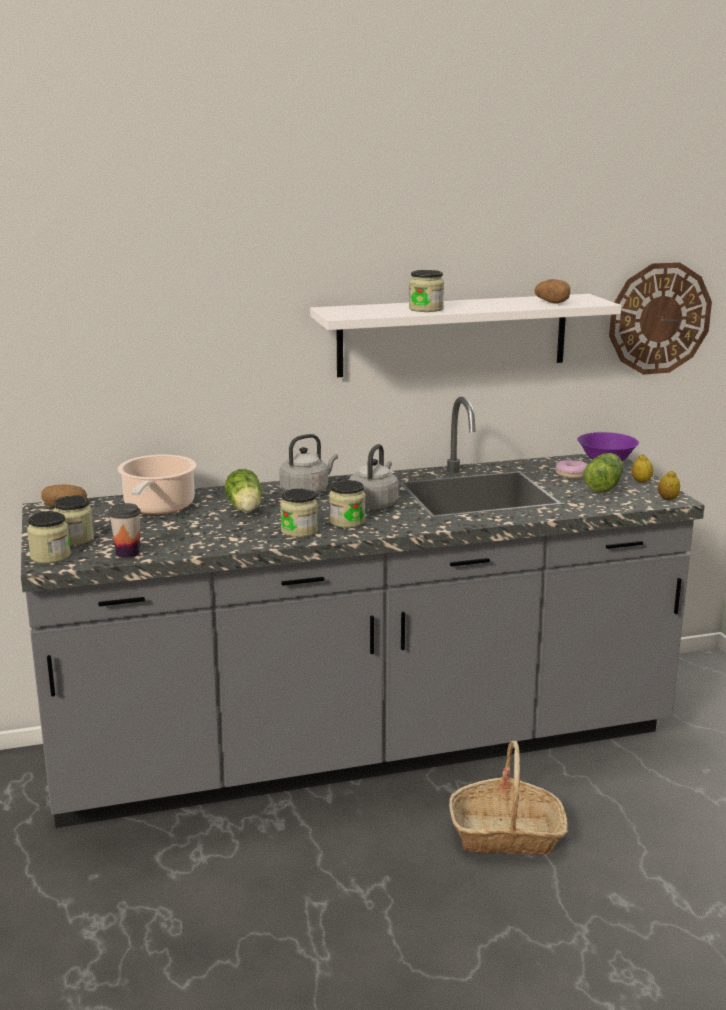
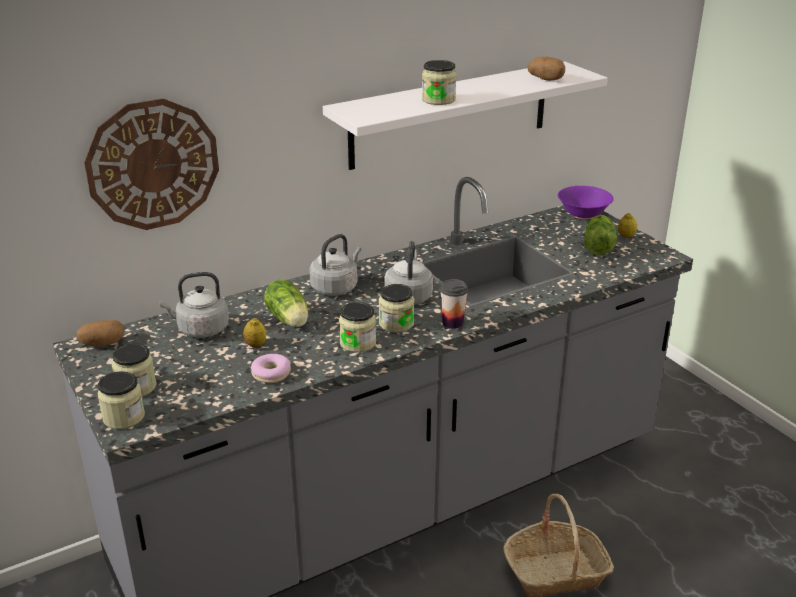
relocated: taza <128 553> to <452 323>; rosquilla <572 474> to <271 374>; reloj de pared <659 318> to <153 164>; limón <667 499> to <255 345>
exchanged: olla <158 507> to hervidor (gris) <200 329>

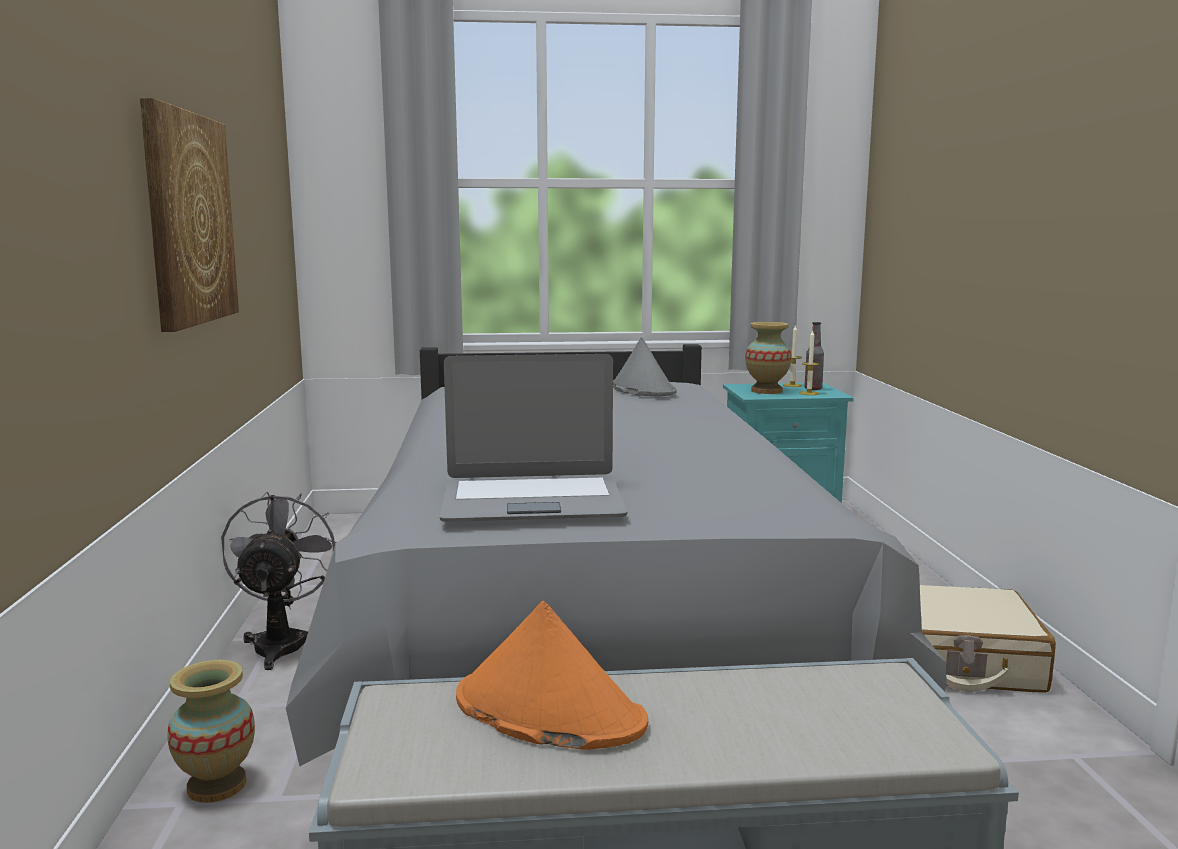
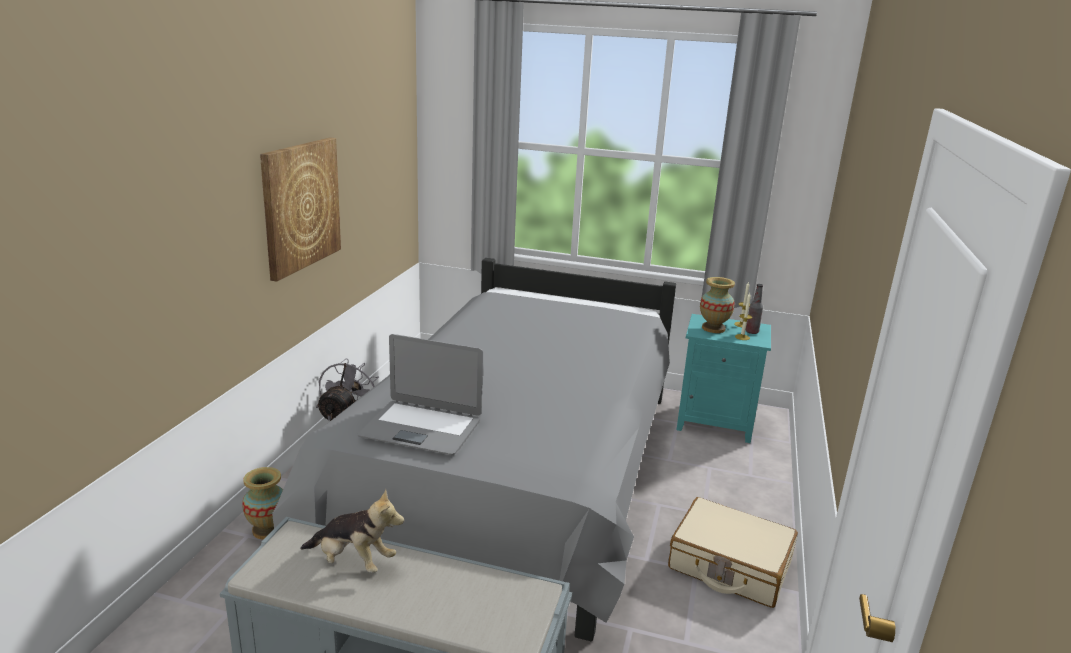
missing: sombrero (gris) <642 390>
exchanged: sombrero (naranja) <547 711> to peluche <353 561>

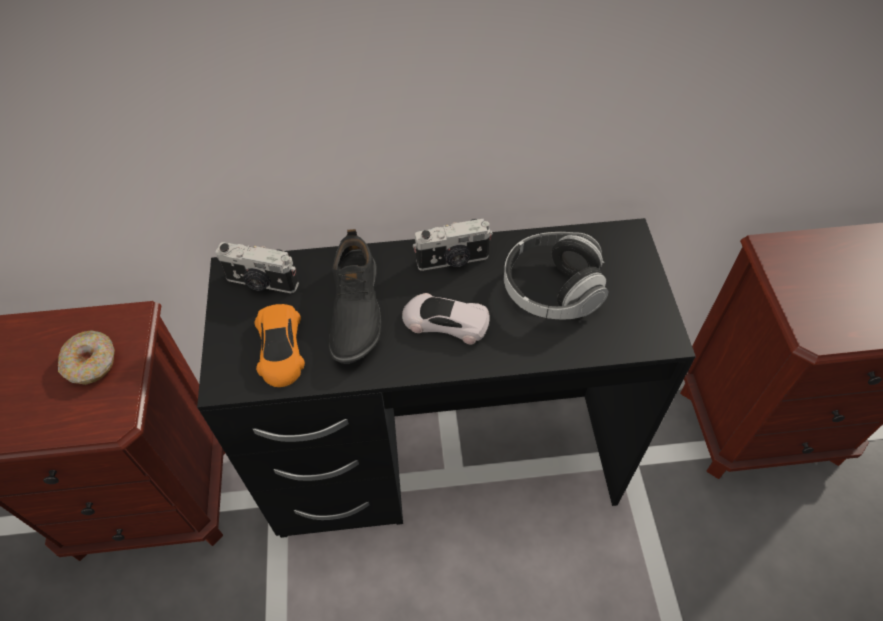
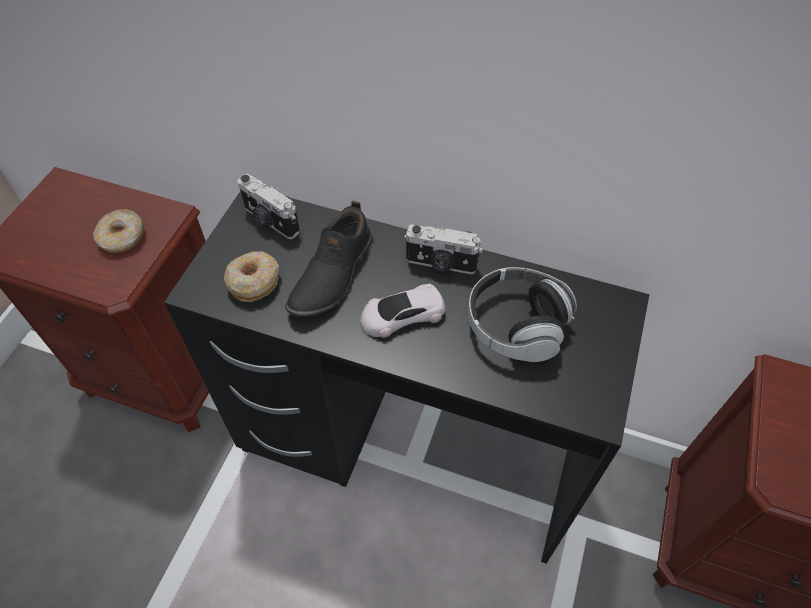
exchanged: coche de juguete (naranja) <280 348> to rosquilla <253 281>
spun: coche de juguete (blanco) <445 322> = <402 315> 60 degrees counterclockwise

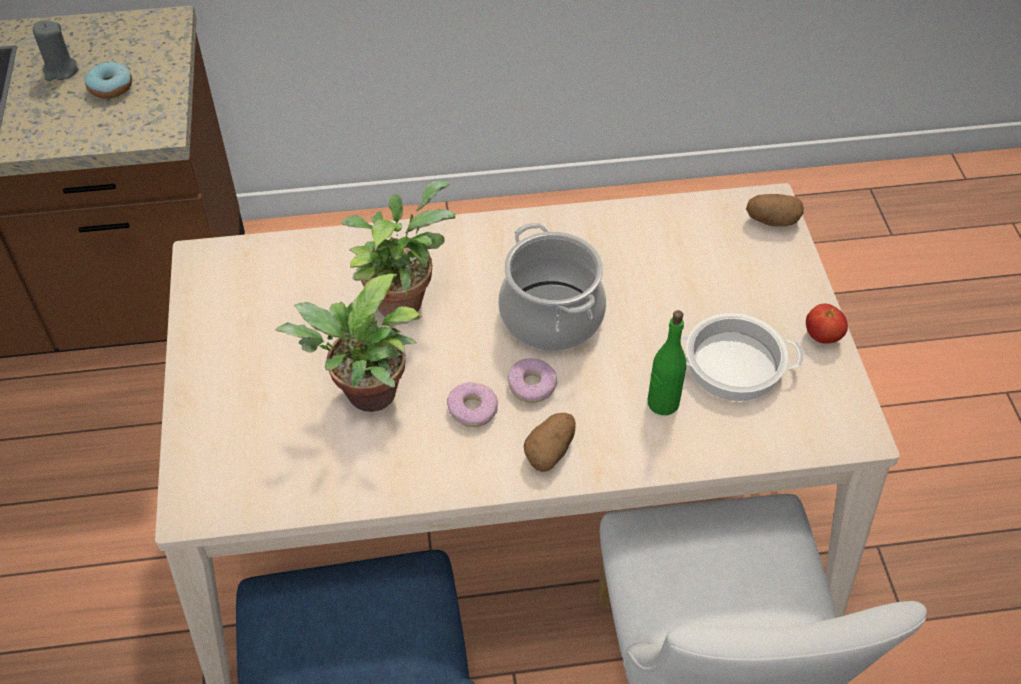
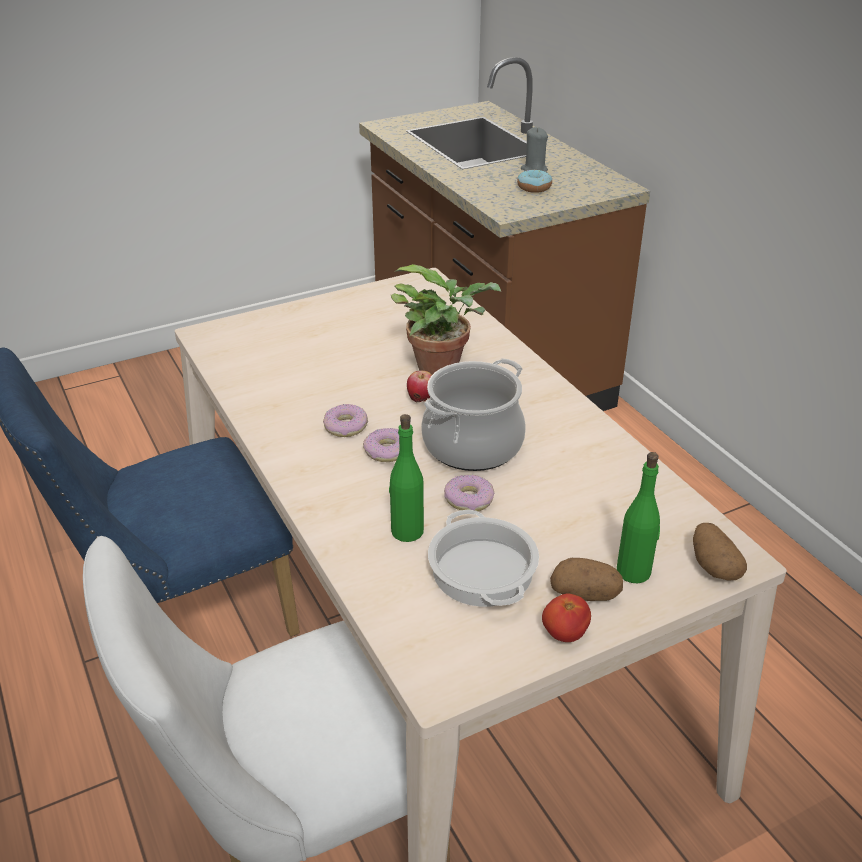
missing: planta en maceta <366 396>
appeared: manzana <421 400>; rosquilla <469 499>; botella (verde) <634 571>
relocated: patata <550 451> to <585 594>

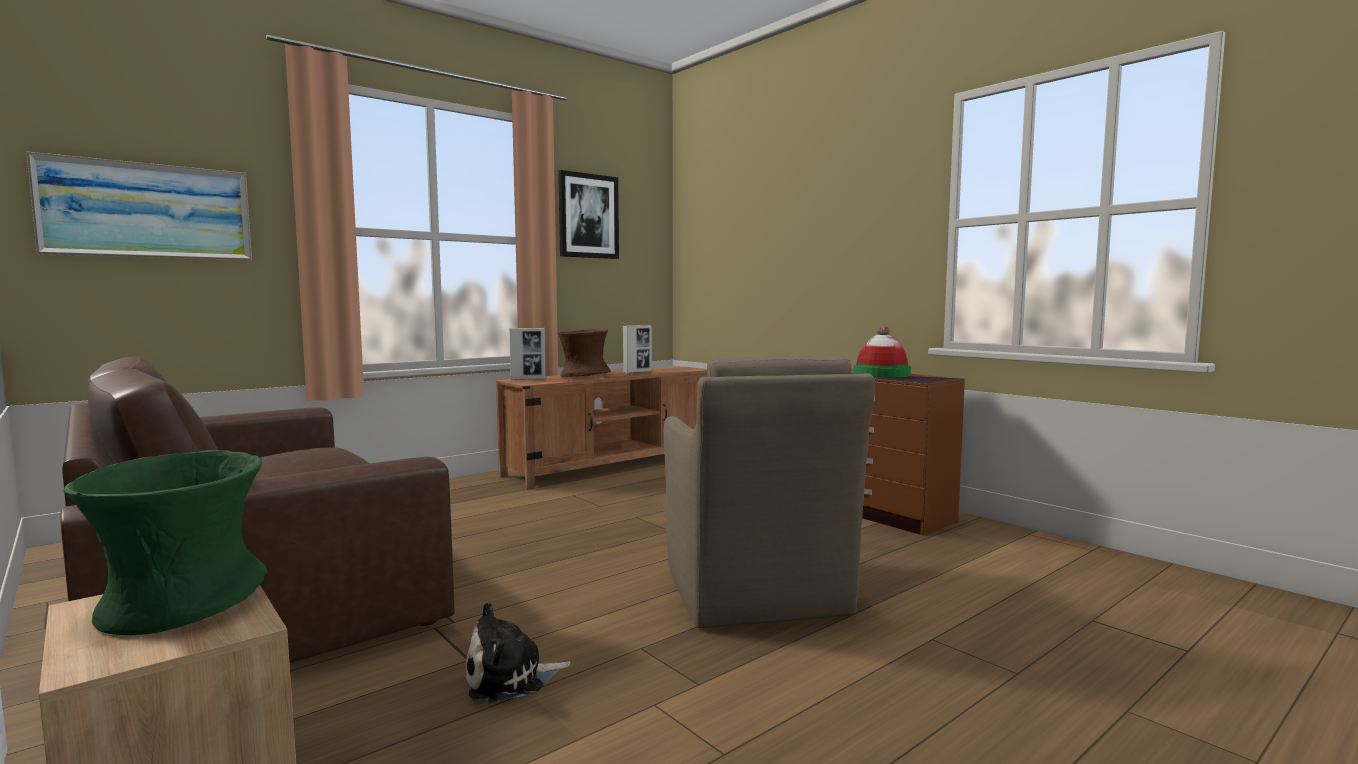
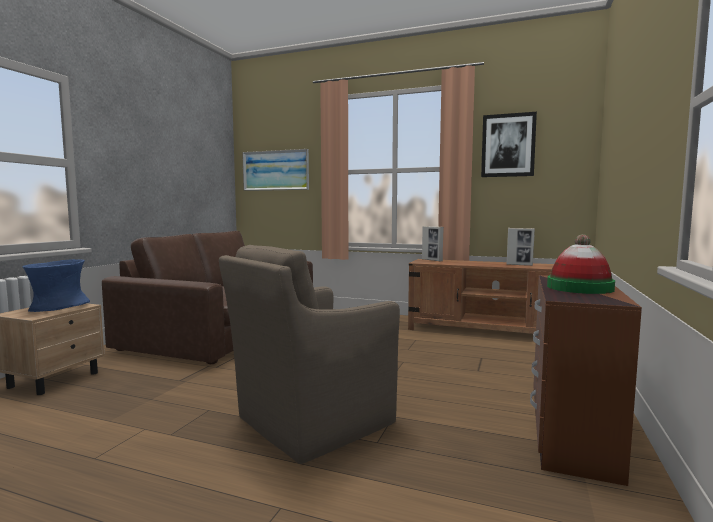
missing: peluche <510 678>; florero (marrón) <584 376>
colour: florero (verde) <180 604> to florero (azul) <59 308>

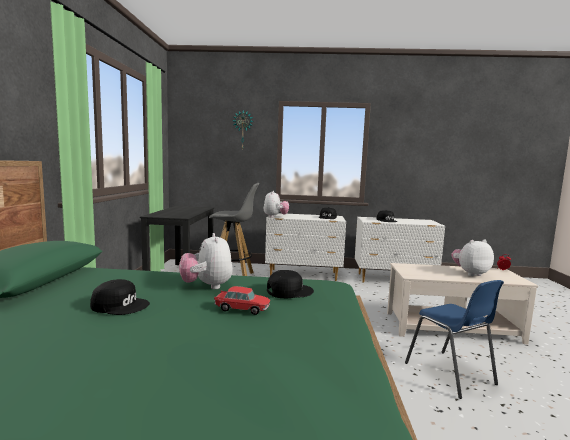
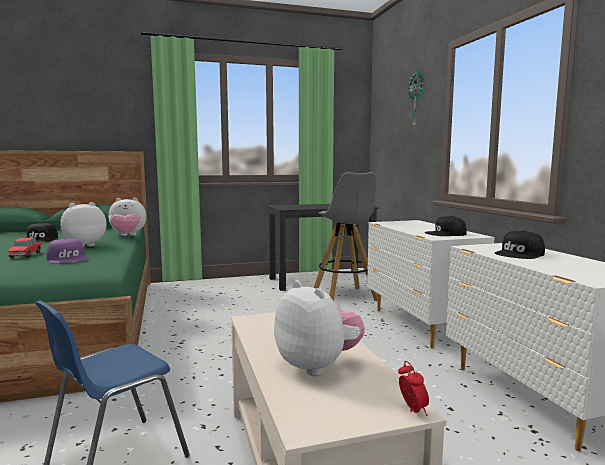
relocated: peluche <275 217> to <128 236>
colour: gorra (negro) <289 291> to gorra (morado) <68 259>

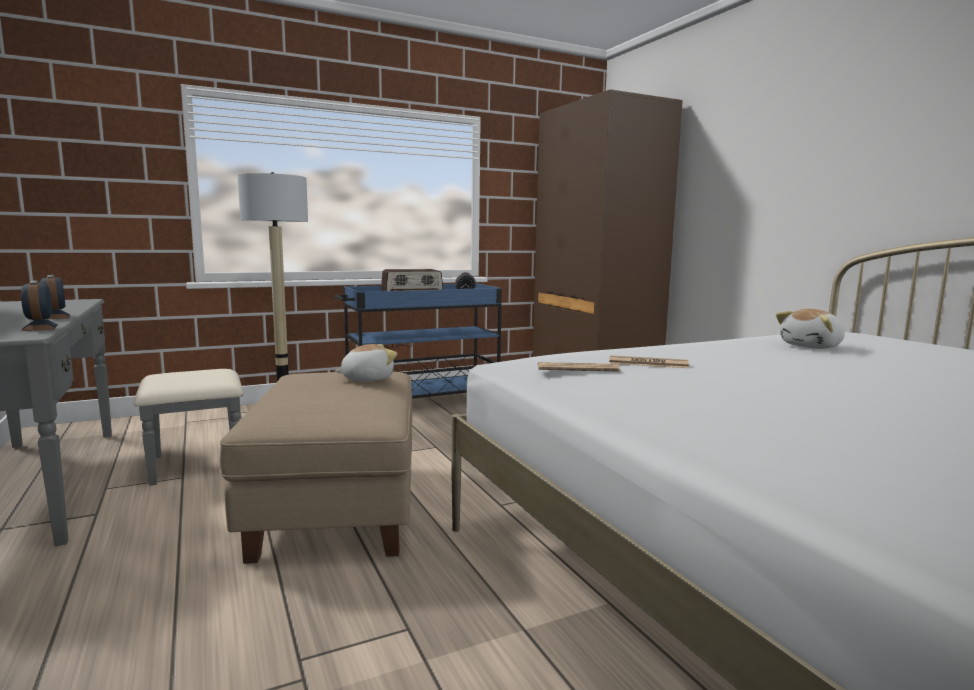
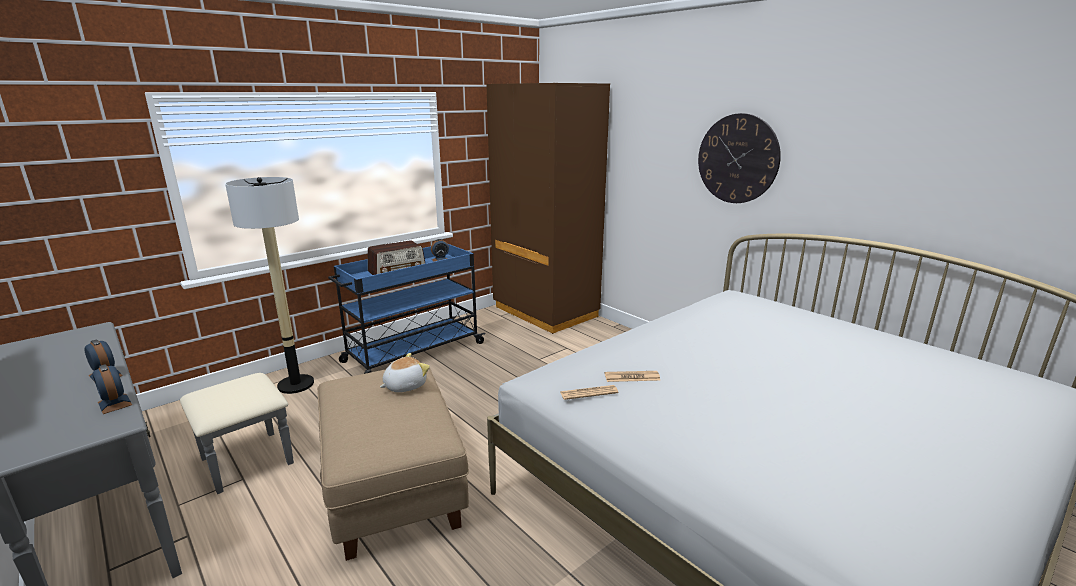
missing: peluche <812 346>
appeared: reloj de pared <737 159>

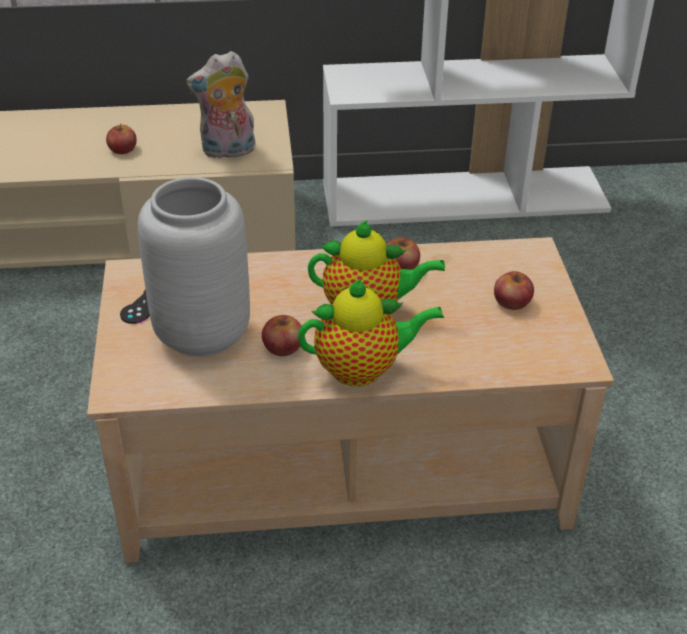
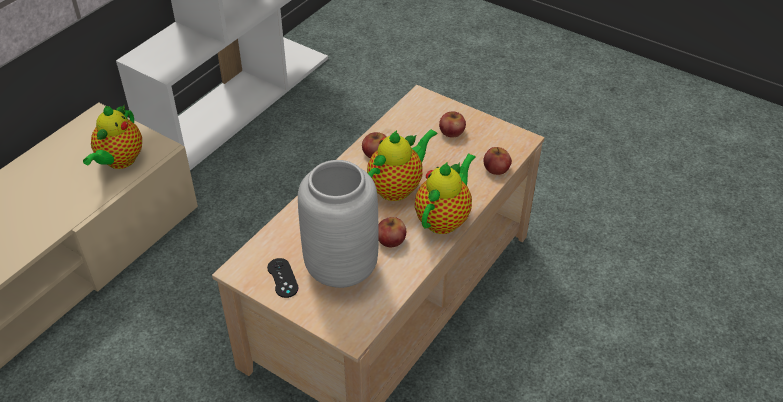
relocated: manzana <122 149> to <496 168>
exchanged: peluche <227 152> to tetera <119 161>

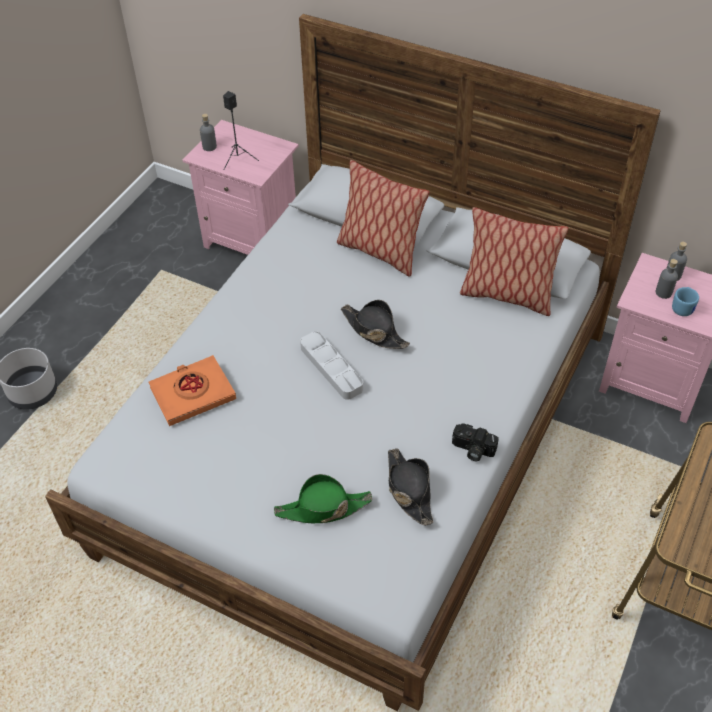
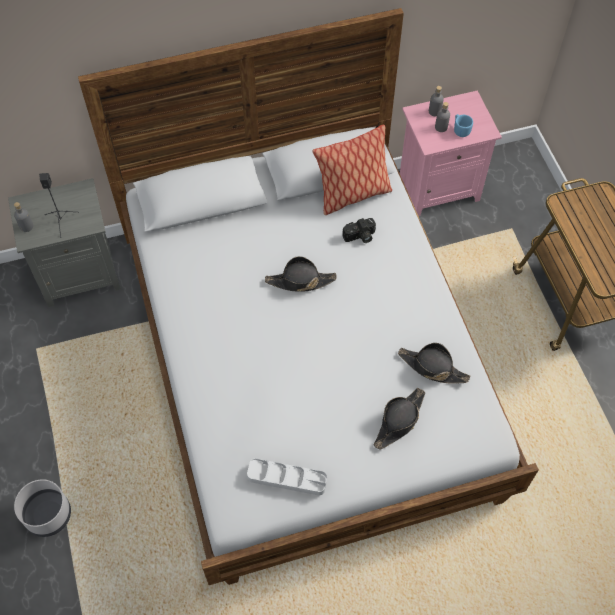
missing: libro (naranja) <193 394>; cojín <379 251>
relocated: bandeja (gris) <331 368> to <287 478>; cámara <472 450> to <360 237>
colour: mesita de noche (rosa) <253 239> to mesita de noche (gris) <80 274>; sombrero (verde) <323 508> to sombrero (negro) <399 421>

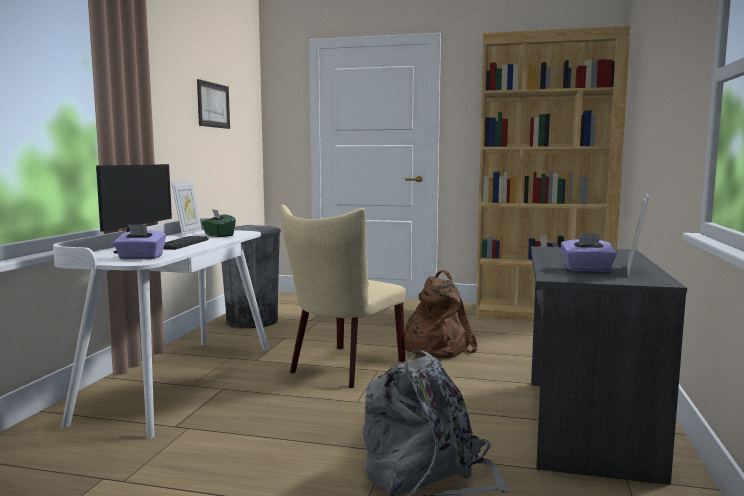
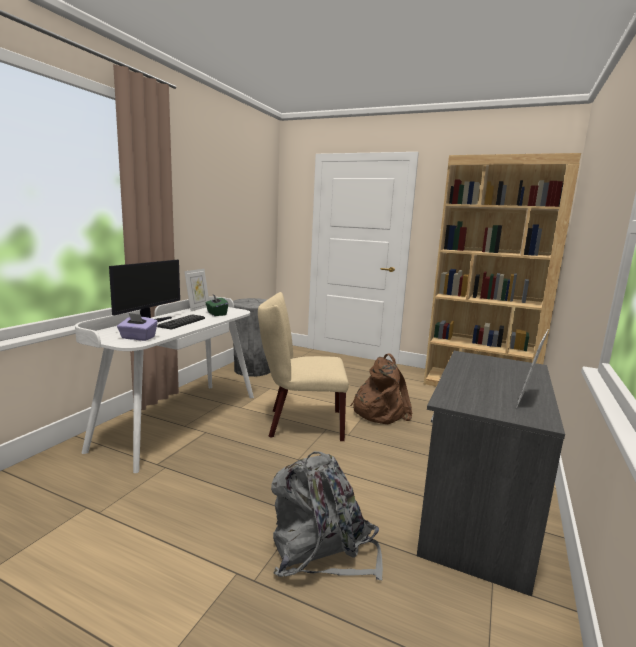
missing: cuadro <213 105>; caja de pañuelos (morado) <587 269>
spun: silla (beis) <342 368> = <300 424> 45 degrees clockwise

